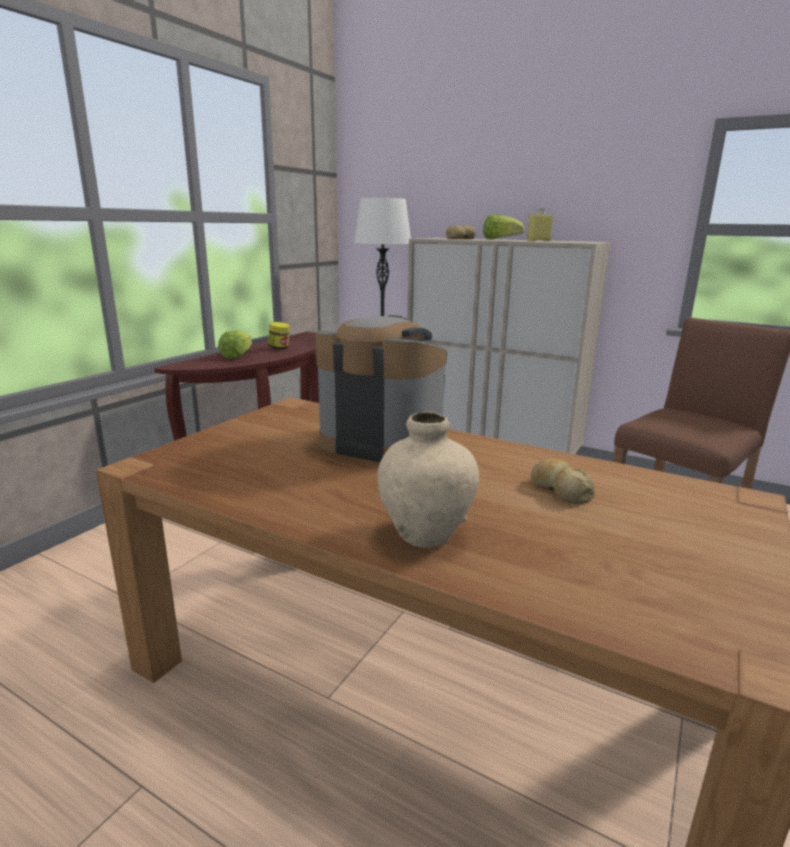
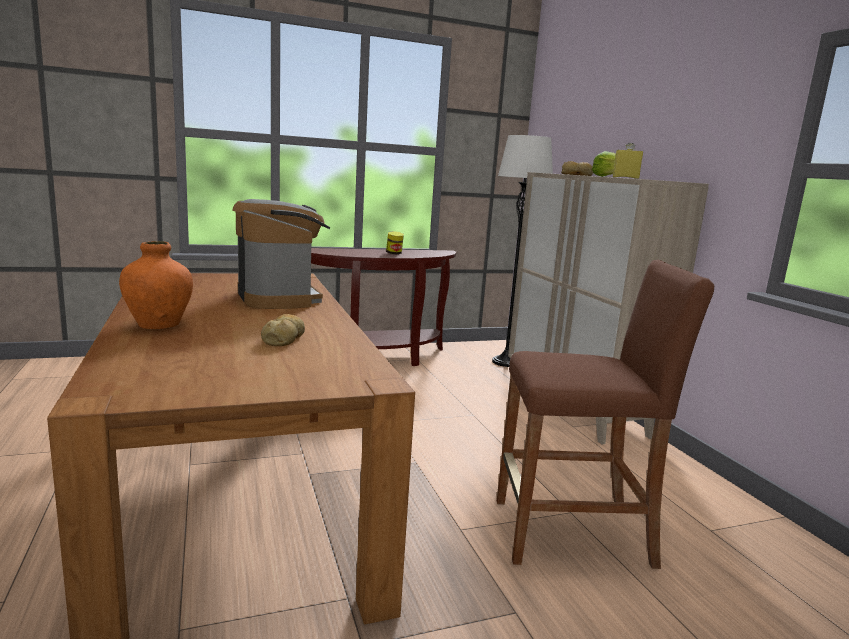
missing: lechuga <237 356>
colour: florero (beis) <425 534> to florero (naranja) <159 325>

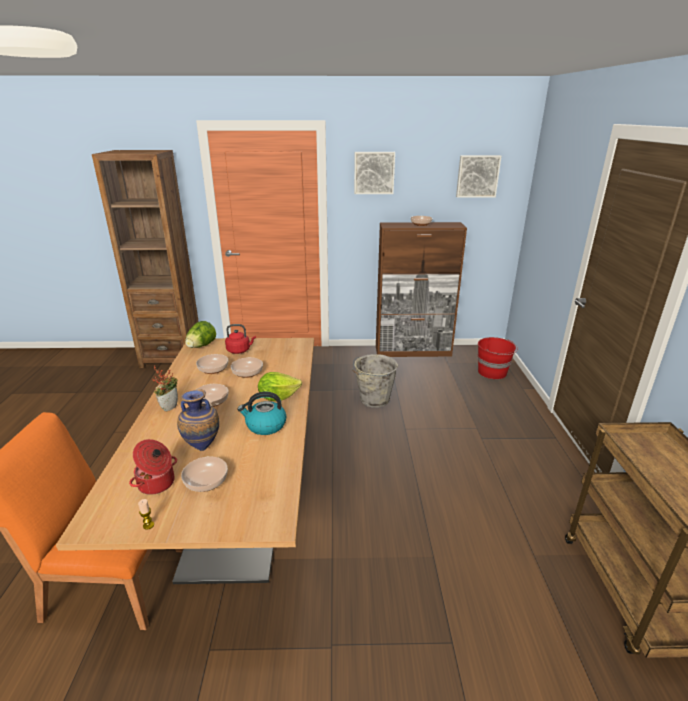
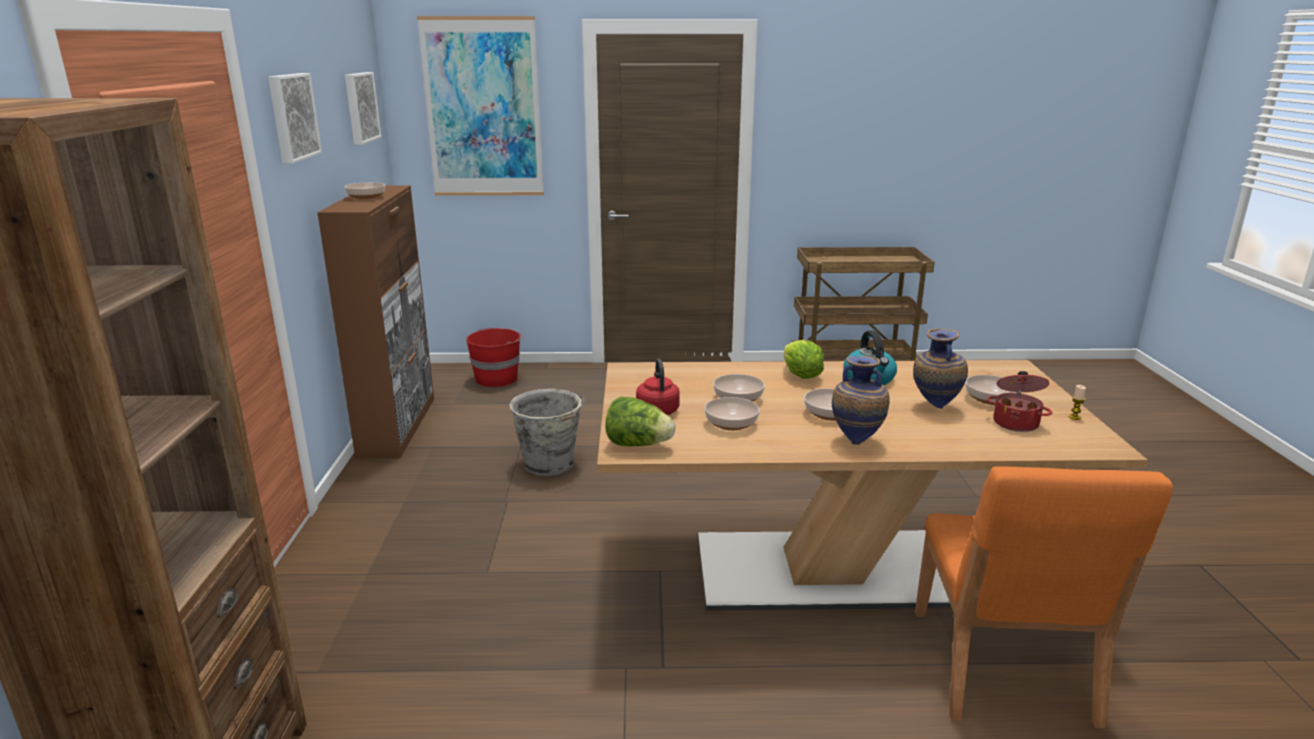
appeared: cuadro <483 108>
exchanged: planta en maceta <169 406> to florero <856 441>

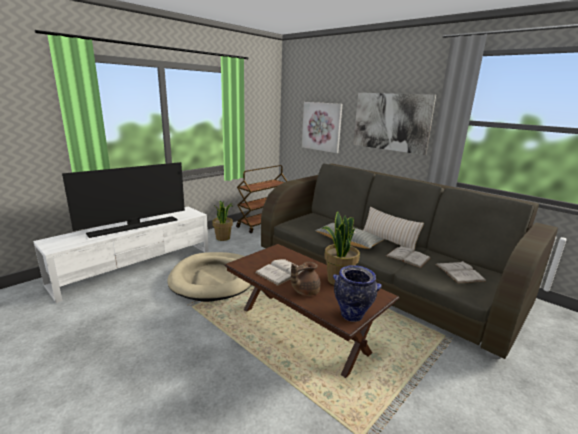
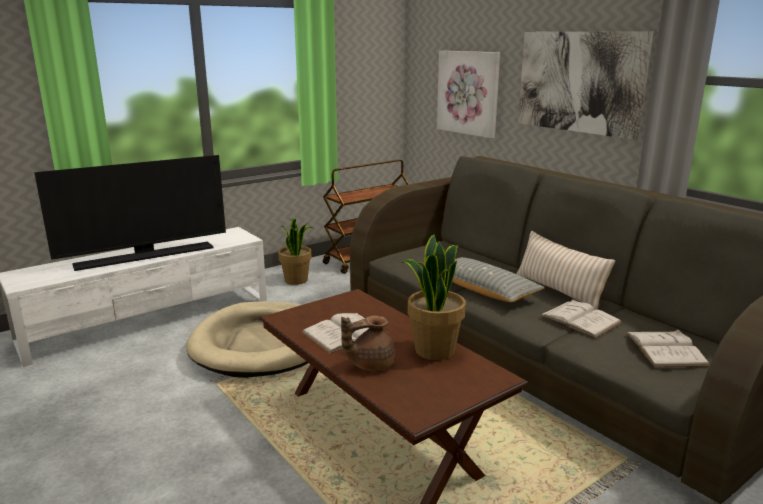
missing: florero <352 315>

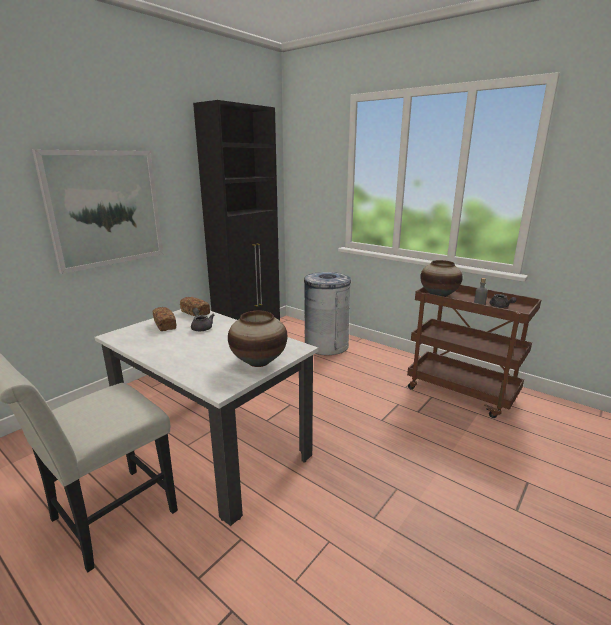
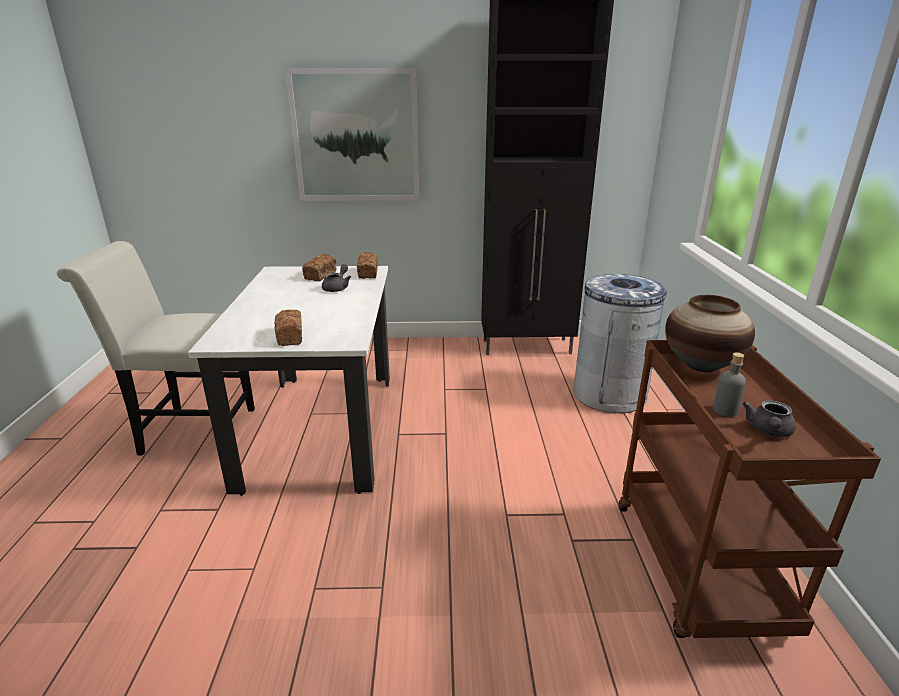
exchanged: florero <258 362> to pan <290 336>

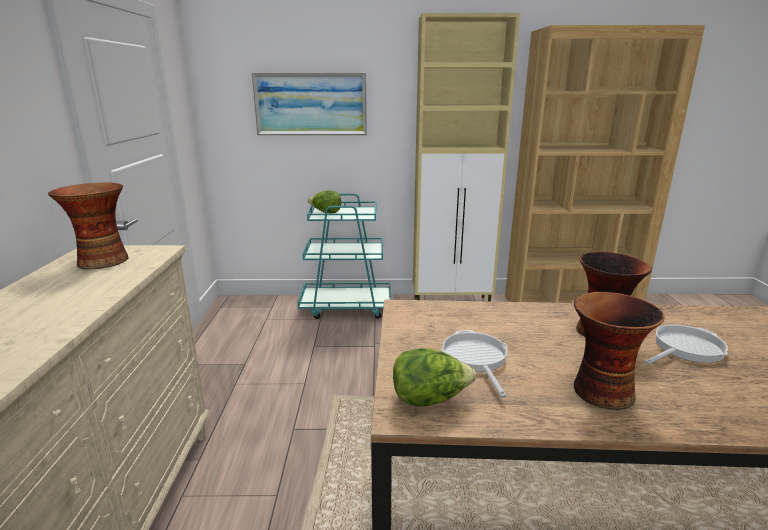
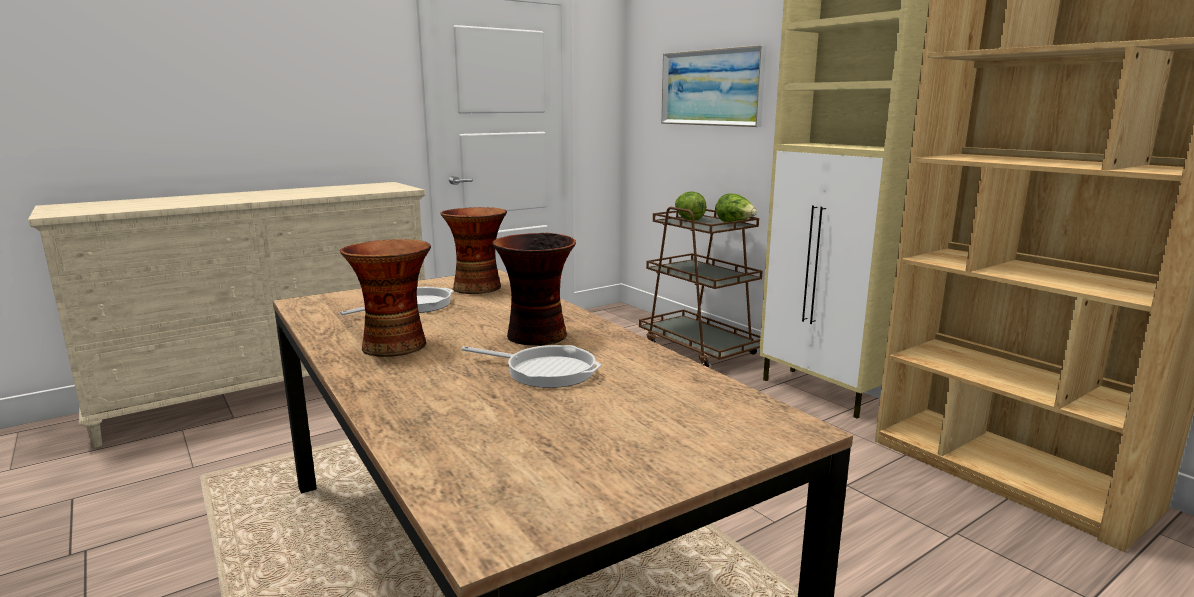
relocated: florero <102 261> to <477 287>; lechuga <429 399> to <735 224>
colour: carrito (turquesa) <346 307> to carrito (marrón) <699 348>

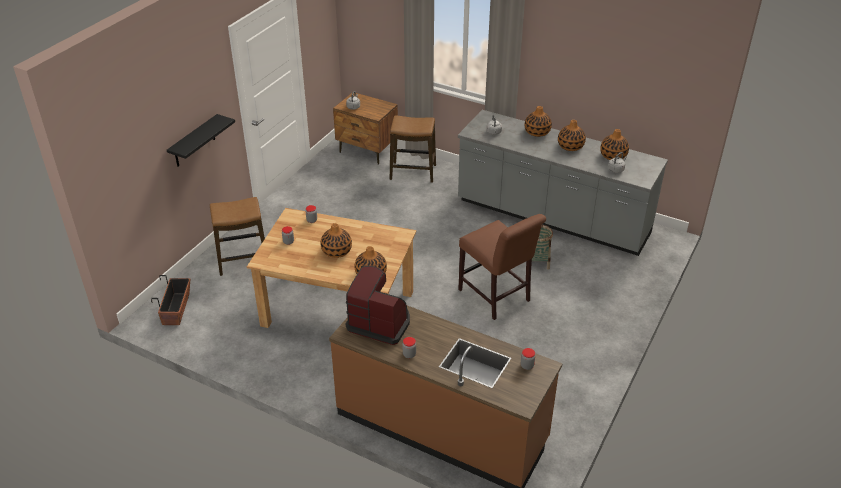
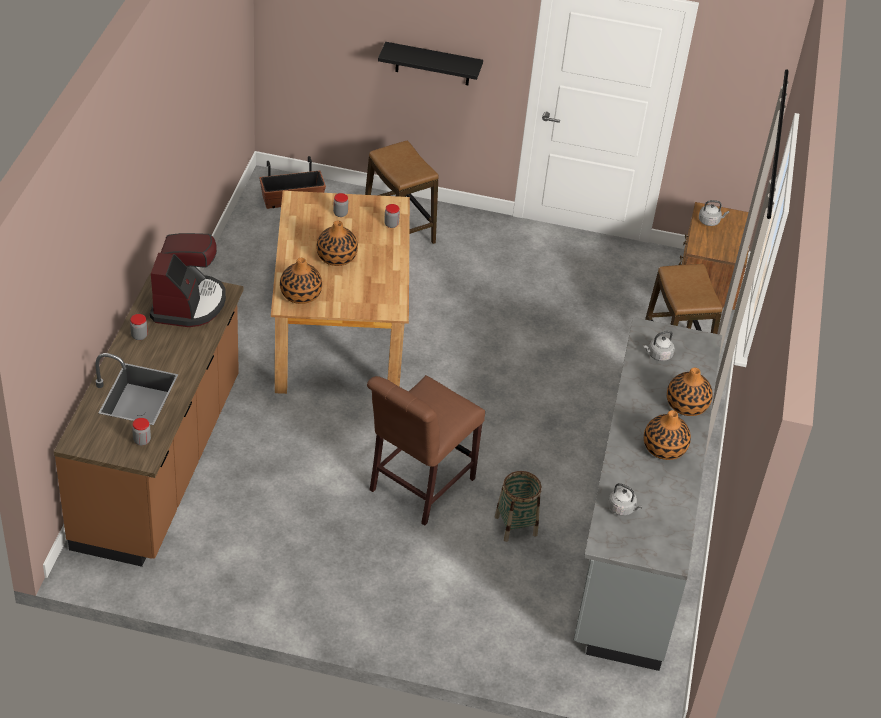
missing: florero <613 156>

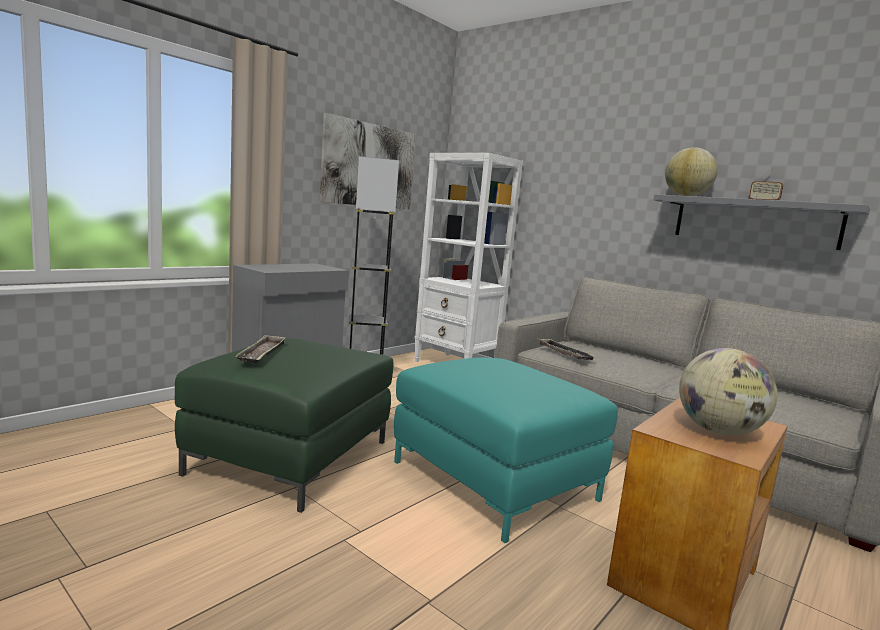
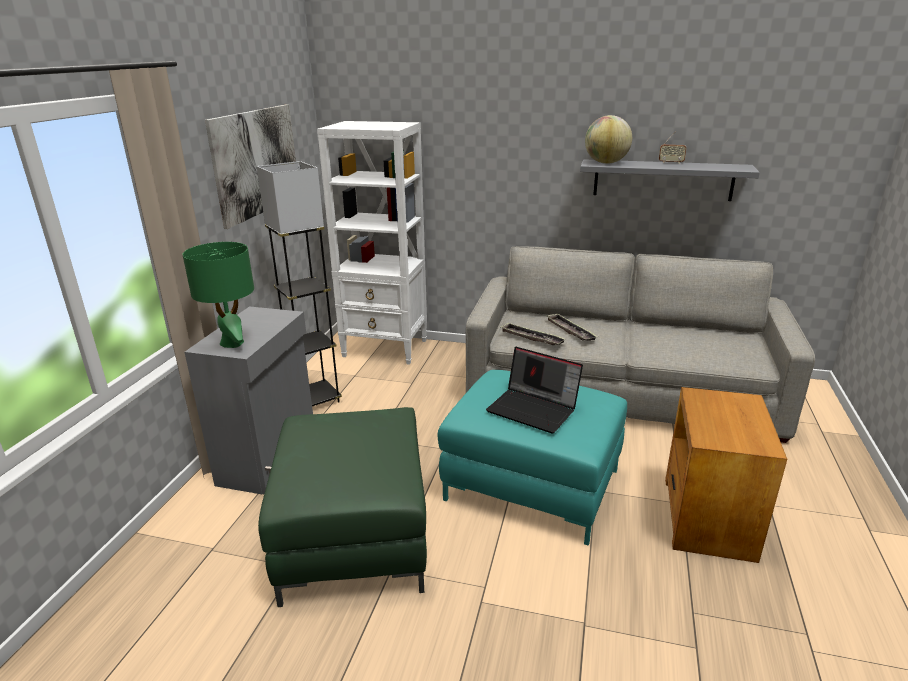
missing: globo terráqueo <718 432>
appeared: lámpara de mesa (verde) <232 343>; portátil <534 409>
relocated: bandeja <262 354> to <570 331>

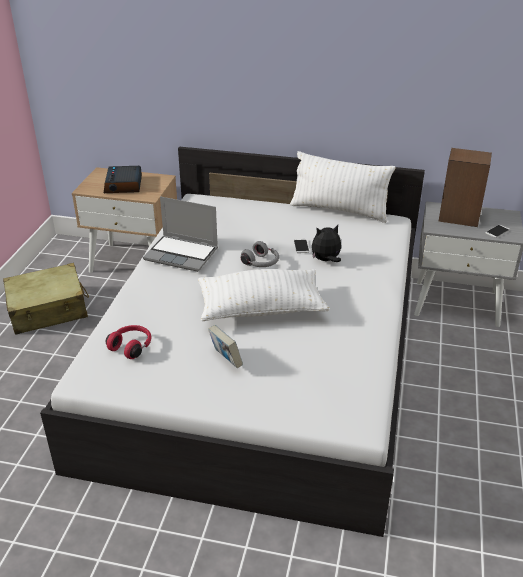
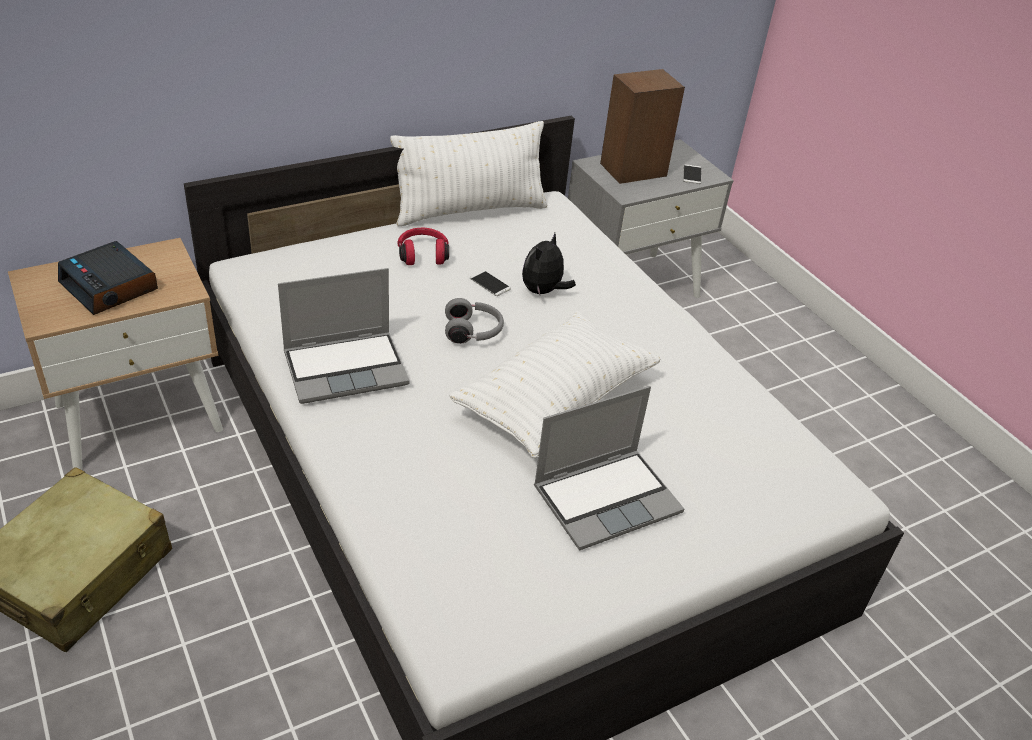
relocated: auriculares (rojo) <131 347> to <423 254>
exchanged: libro <225 360> to portátil <607 498>

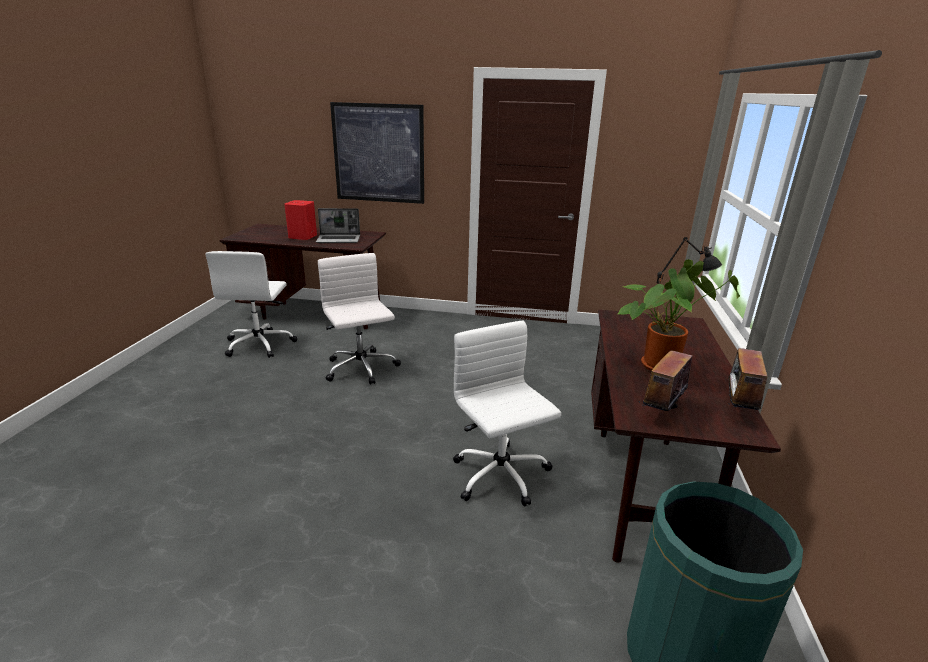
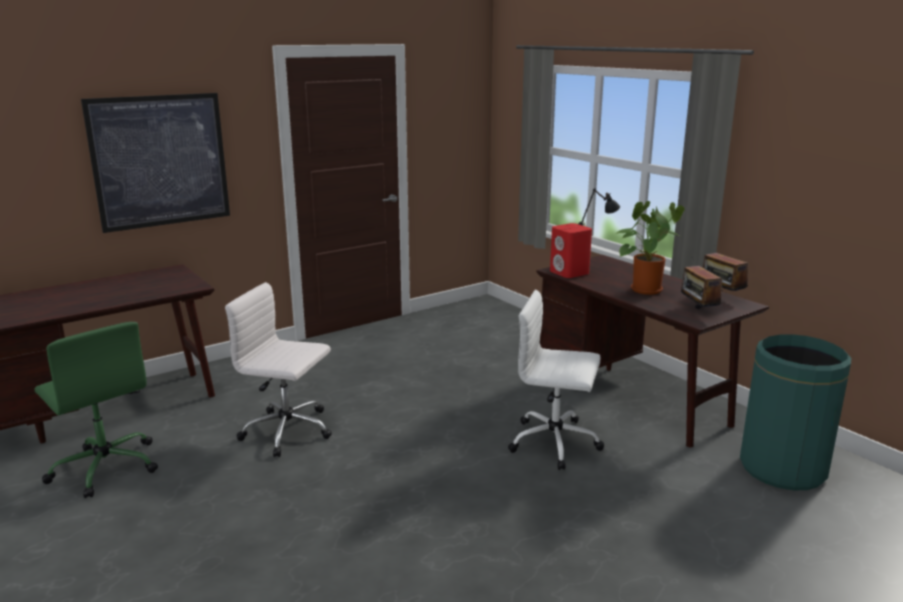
missing: portátil <339 240>
relocated: altavoz (rojo) <302 237> to <569 273>
colour: silla de oficina (blanco) <260 344> to silla de oficina (verde) <105 467>

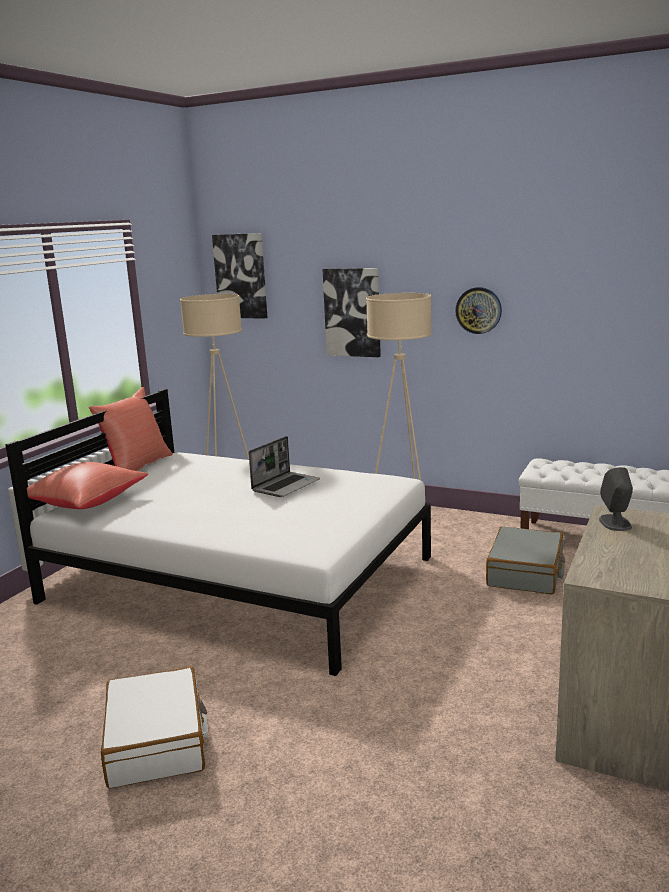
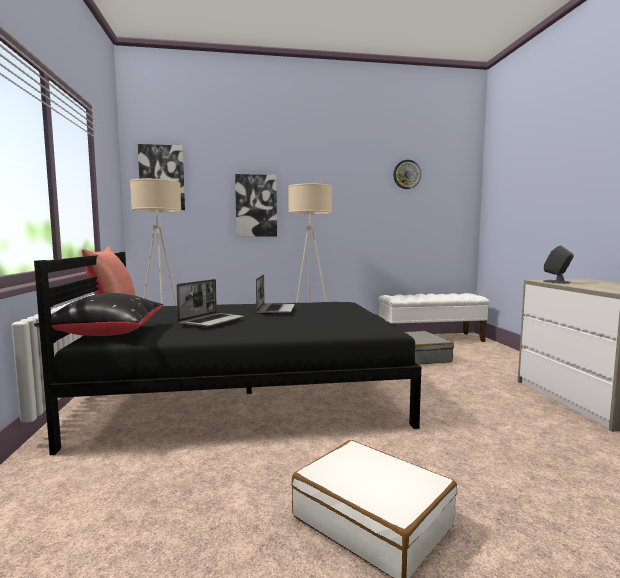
appeared: portátil <212 321>
relocated: reloj de pared <478 310> to <406 174>
colour: cama (blanco) <240 579> to cama (negro) <246 393>; cojín (rojo) <85 503> to cojín (negro) <107 334>

